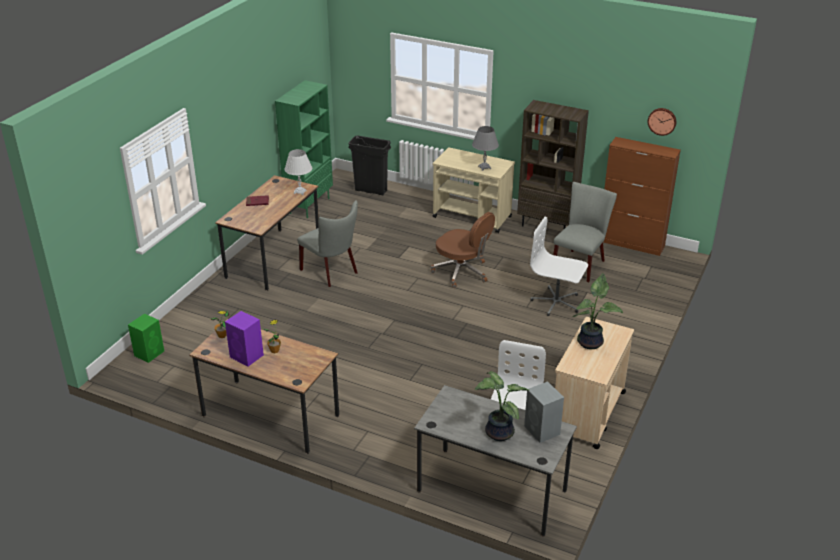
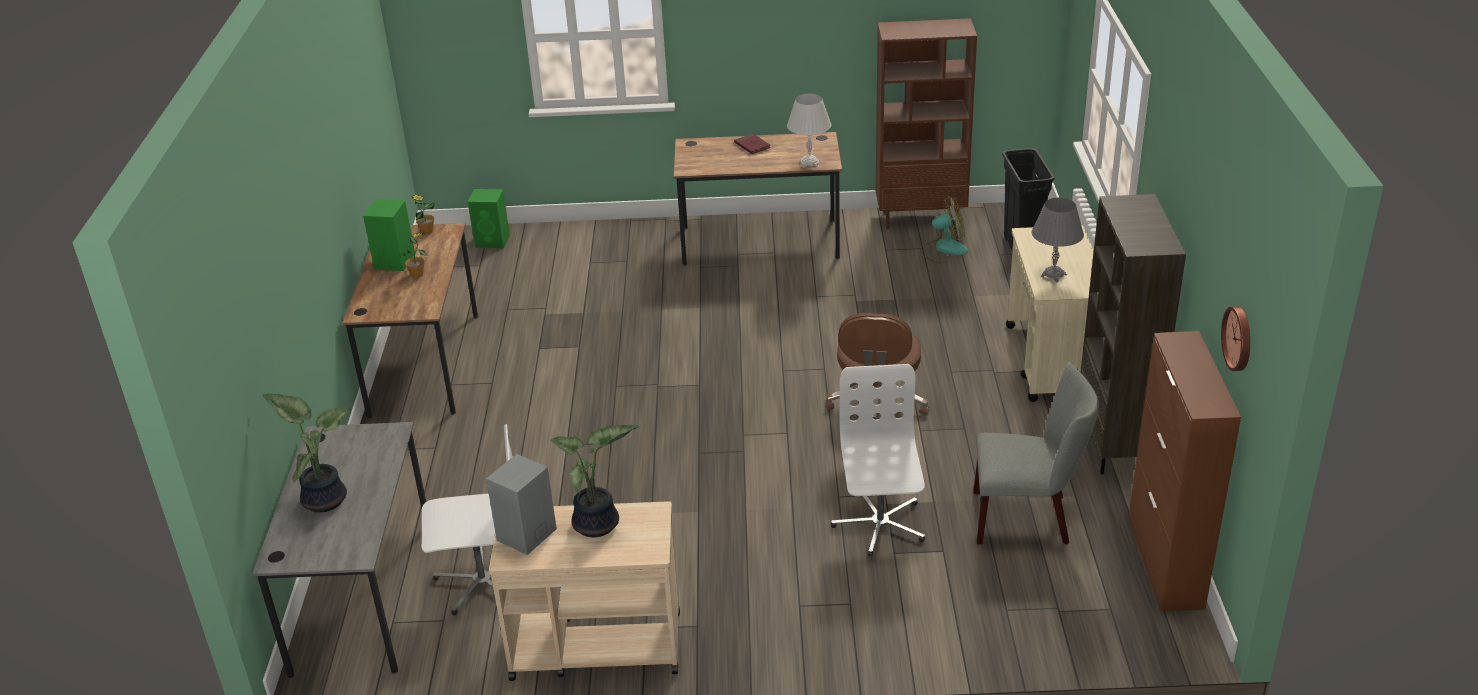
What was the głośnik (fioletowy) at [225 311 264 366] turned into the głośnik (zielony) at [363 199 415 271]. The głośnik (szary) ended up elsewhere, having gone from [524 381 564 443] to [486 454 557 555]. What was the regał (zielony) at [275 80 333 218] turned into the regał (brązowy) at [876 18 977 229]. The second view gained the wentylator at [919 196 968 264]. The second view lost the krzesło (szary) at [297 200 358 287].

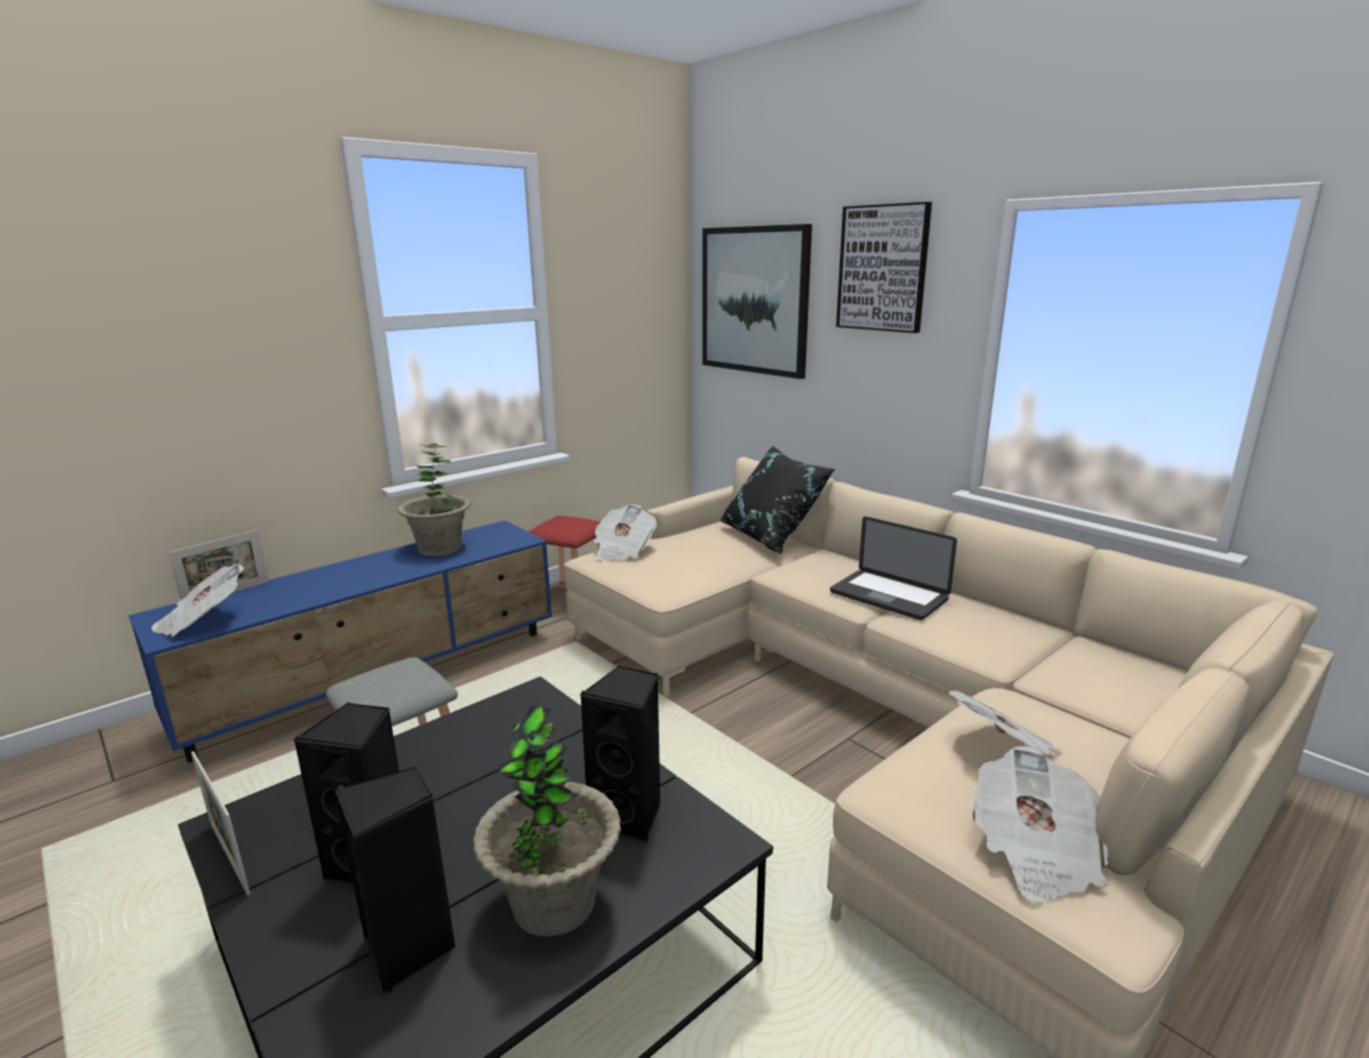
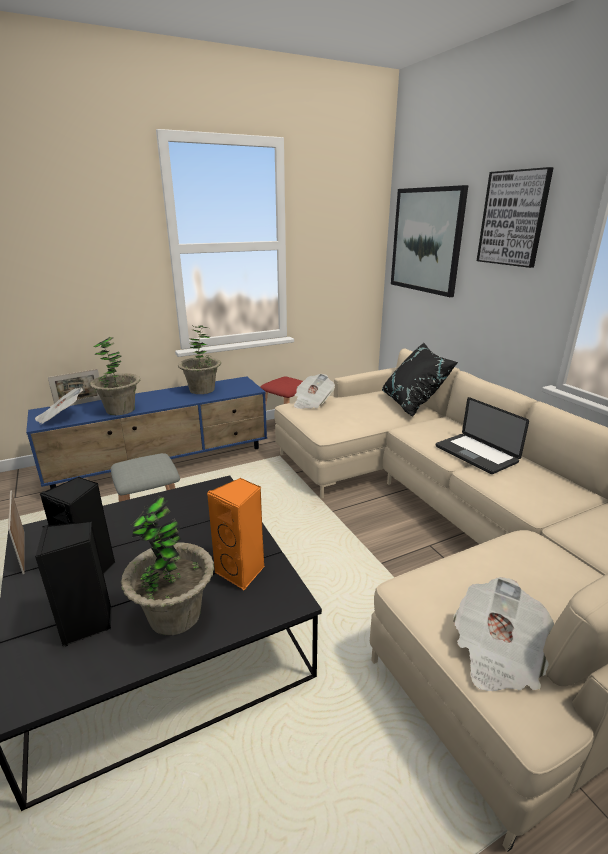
The second view gained the roślina doniczkowa at [90 337 140 415]. What was the głośnik (czarny) at [580 665 661 844] turned into the głośnik (pomarańczowy) at [207 478 265 590]. The second view lost the gazeta at [949 691 1062 756].

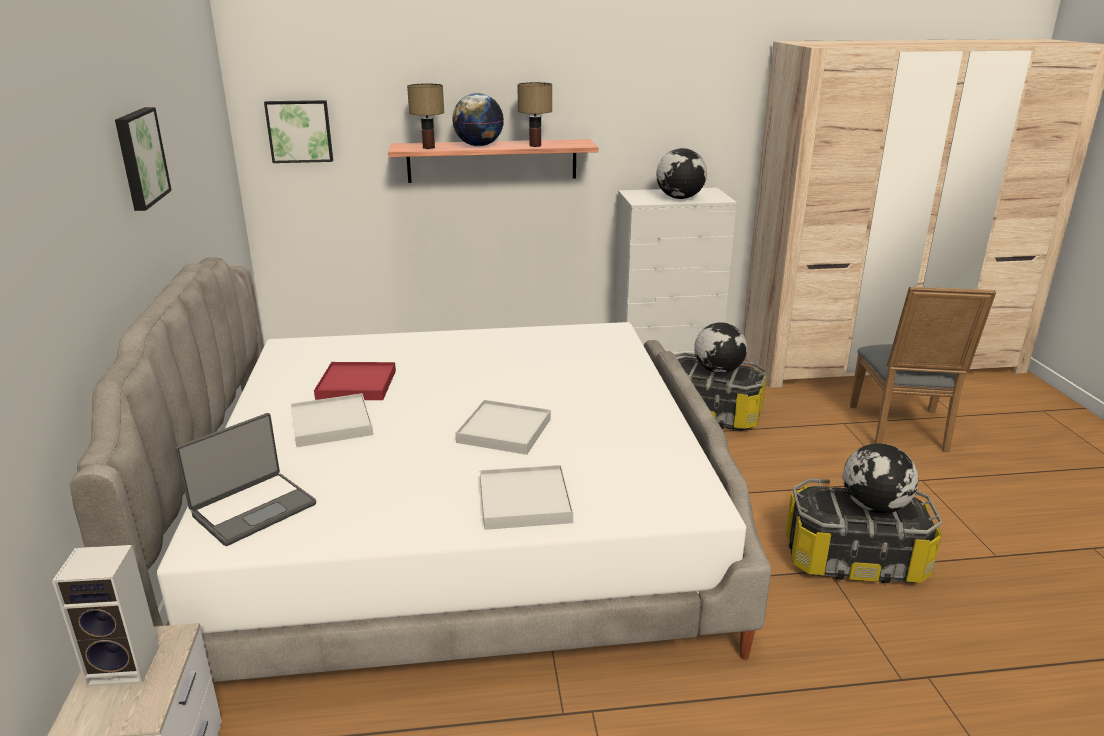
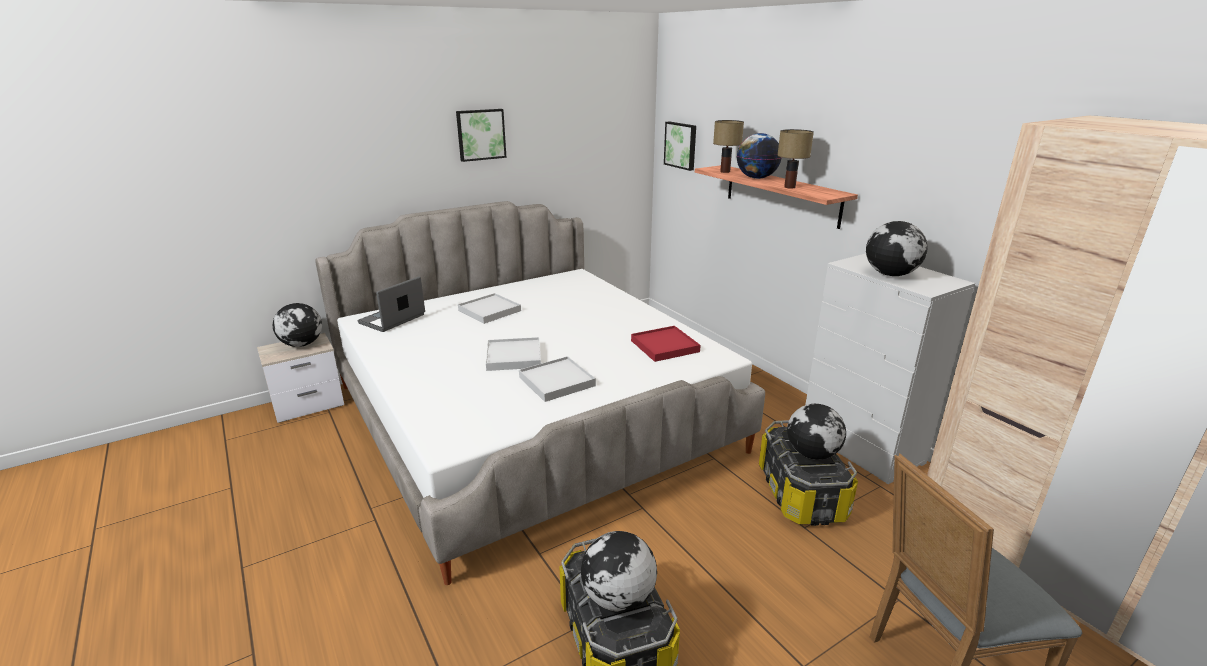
Where the głośnik stood at [52 545 159 687], the globus came to stand at [273 303 322 347]. The laptop at [176 413 316 546] ended up facing another way, 105 degrees clockwise from before. The taca (biały) ended up elsewhere, having gone from [480 465 573 530] to [519 356 596 402]. The taca (czerwony) ended up elsewhere, having gone from [314 362 396 400] to [631 326 701 362].

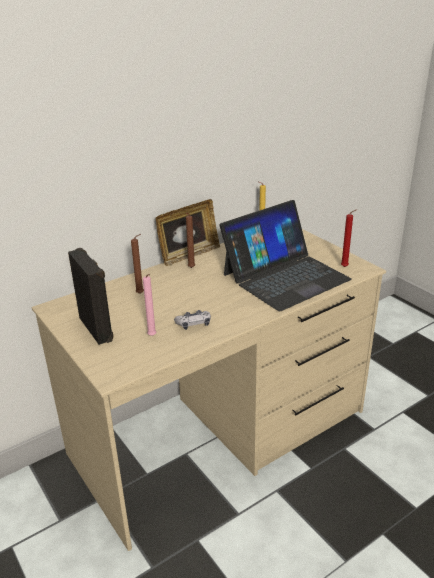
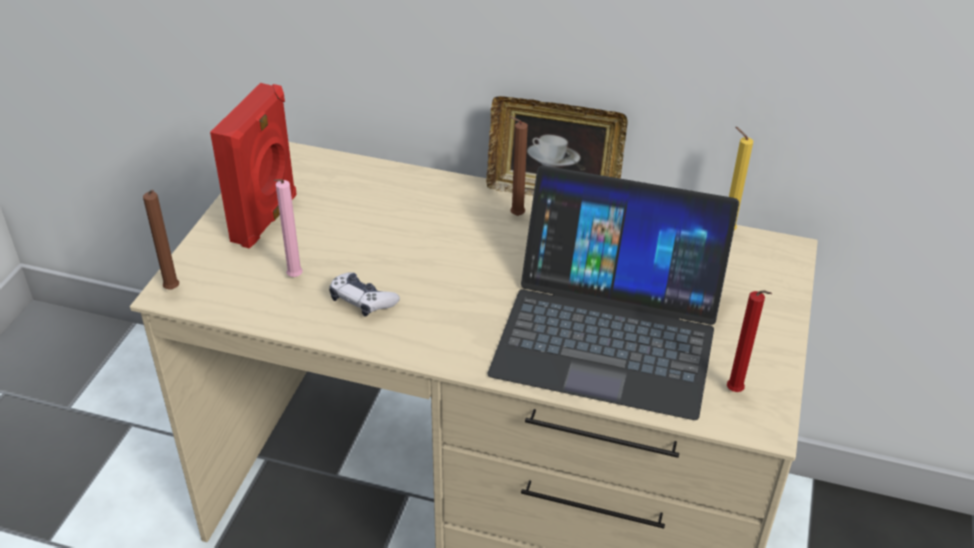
The świeca (brązowy) ended up elsewhere, having gone from [131 234 144 294] to [143 190 179 289]. What was the głośnik (czarny) at [68 248 113 345] turned into the głośnik (czerwony) at [210 83 297 249].

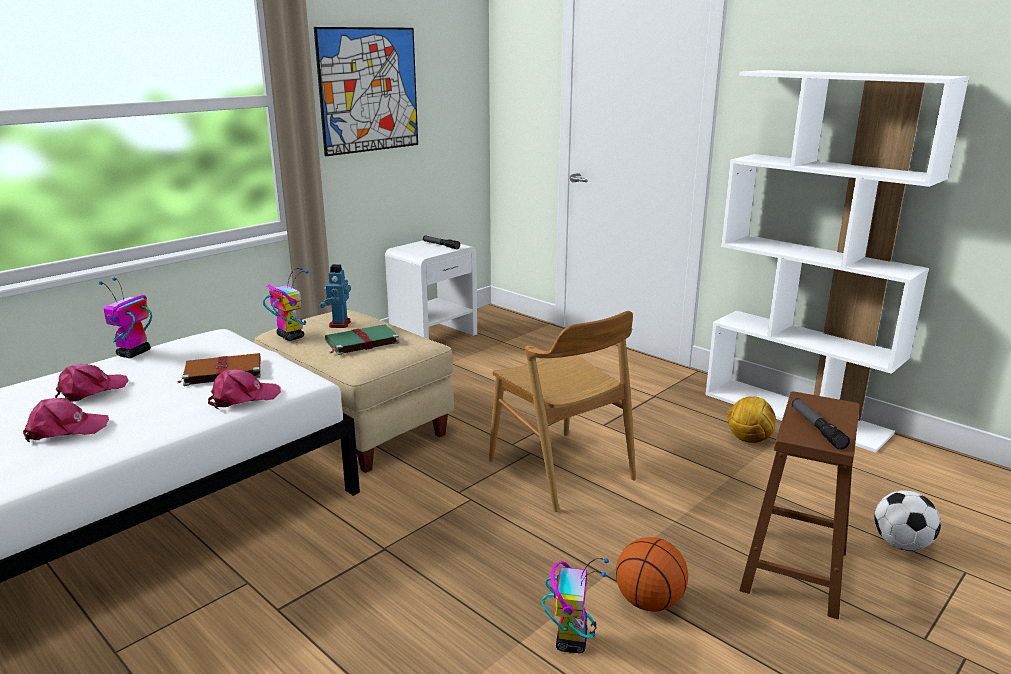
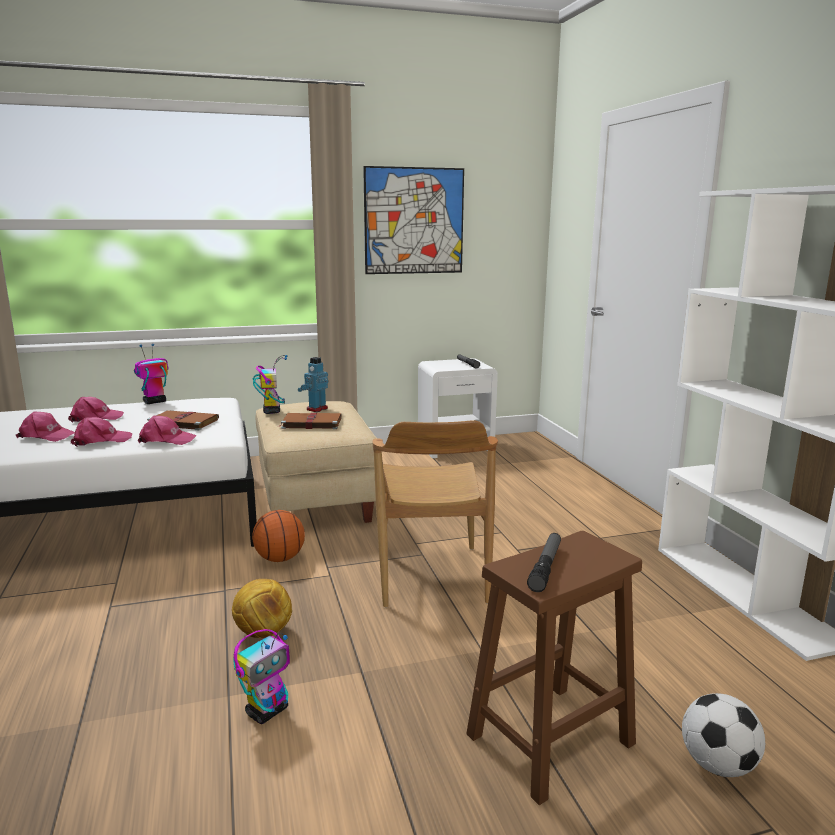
The second view gained the czapka z daszkiem (różowy) at [71 417 132 447]. The piłka futbolowa ended up elsewhere, having gone from [727 396 776 443] to [232 579 292 638]. The piłka do koszykówki ended up elsewhere, having gone from [616 537 688 612] to [252 510 305 562]. What was the książka (zielony) at [325 324 399 355] turned into the książka (brązowy) at [277 413 342 429].

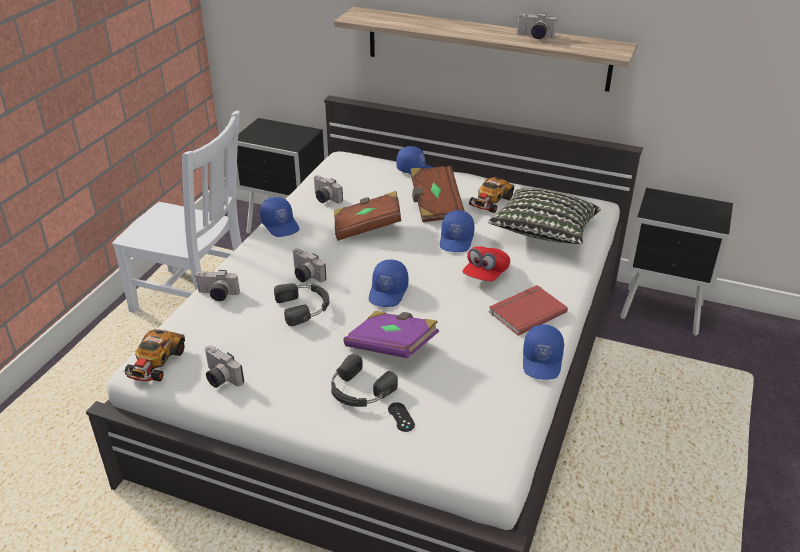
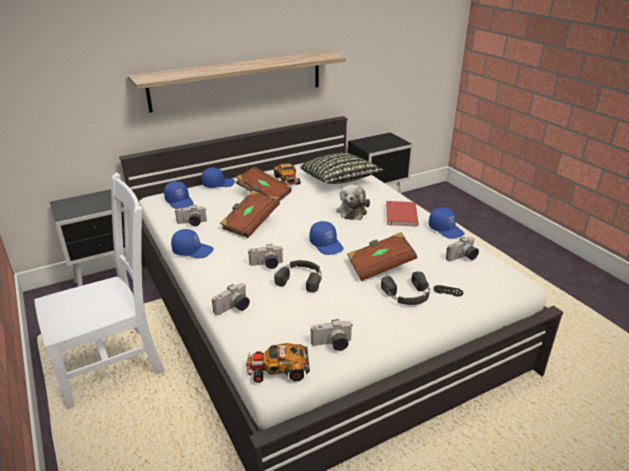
The czapka z daszkiem (niebieski) ended up elsewhere, having gone from [440 210 474 252] to [164 181 194 209]. The samochodzik at [123 329 185 381] ended up facing another way, 120 degrees clockwise from before. Where the czapka z daszkiem (czerwony) stood at [462 246 510 281], the pluszak came to stand at [337 184 370 220]. What was the książka (fioletowy) at [343 311 439 358] turned into the książka (brązowy) at [347 232 417 281]. The aparat fotograficzny ended up elsewhere, having gone from [516 13 557 39] to [446 237 479 262].

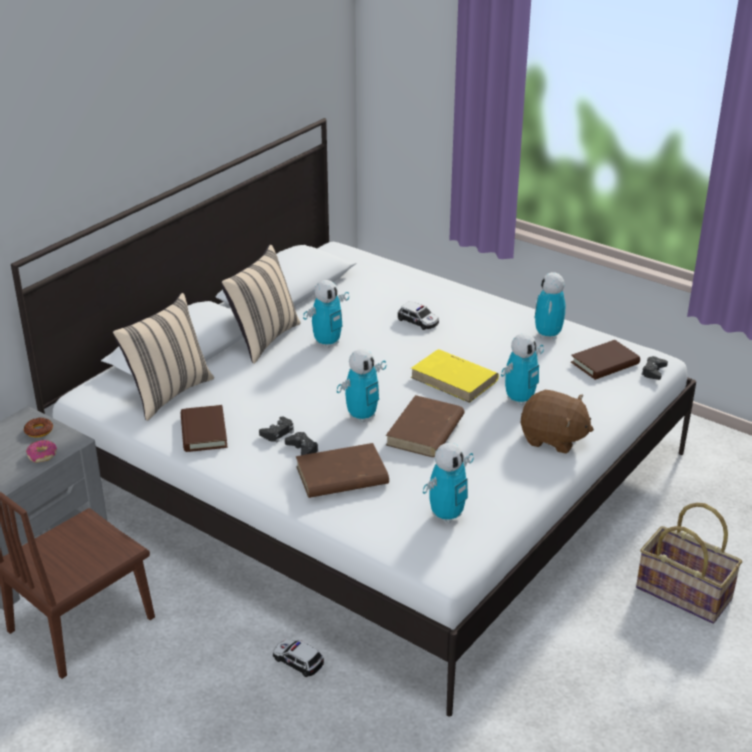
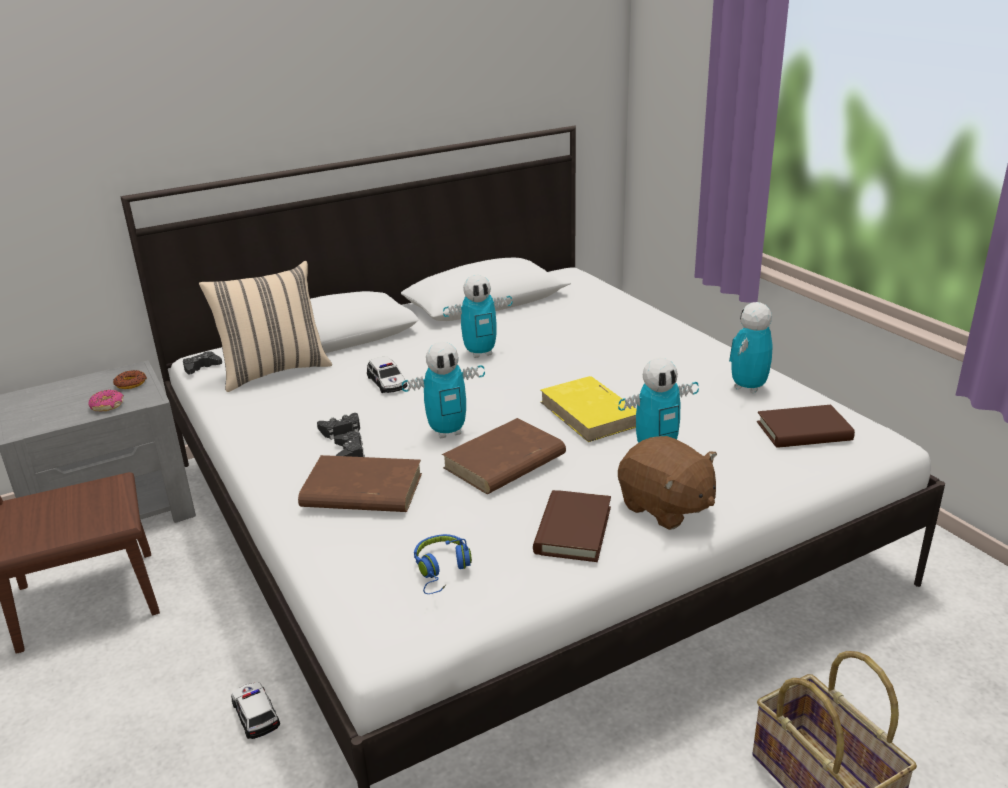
The pad do gier (czarny) ended up elsewhere, having gone from [641 356 668 380] to [183 351 222 374]. The samochodzik ended up elsewhere, having gone from [398 301 439 330] to [367 356 408 393]. Where the robot zabawkowy stood at [423 443 474 524], the słuchawki (niebieski) came to stand at [414 534 472 594]. The książka (brązowy) ended up elsewhere, having gone from [181 405 228 452] to [533 490 611 562]. The second view lost the poduszka (beżowy) at [221 245 301 364].

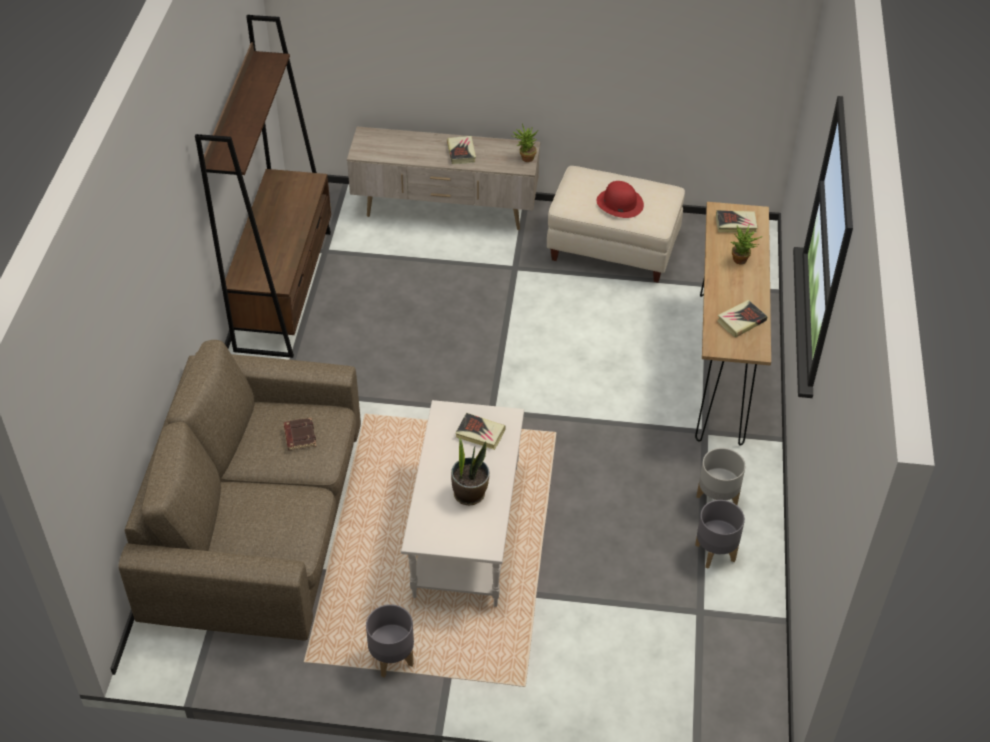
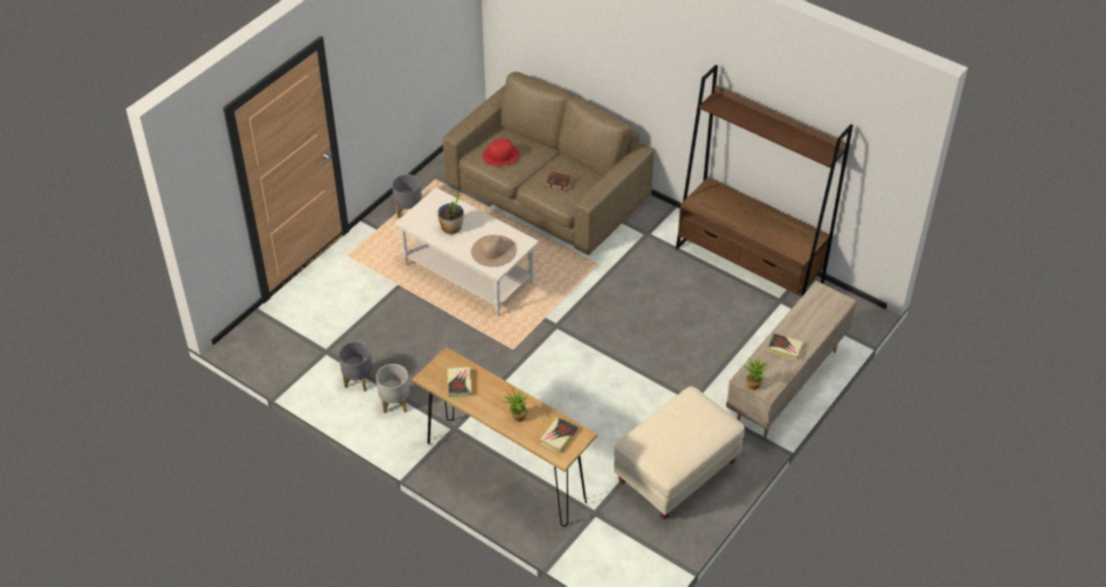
Where the książka stood at [455 413 506 450], the kapelusz (beżowy) came to stand at [471 235 517 267]. The kapelusz (czerwony) ended up elsewhere, having gone from [597 181 644 218] to [483 139 520 166].

